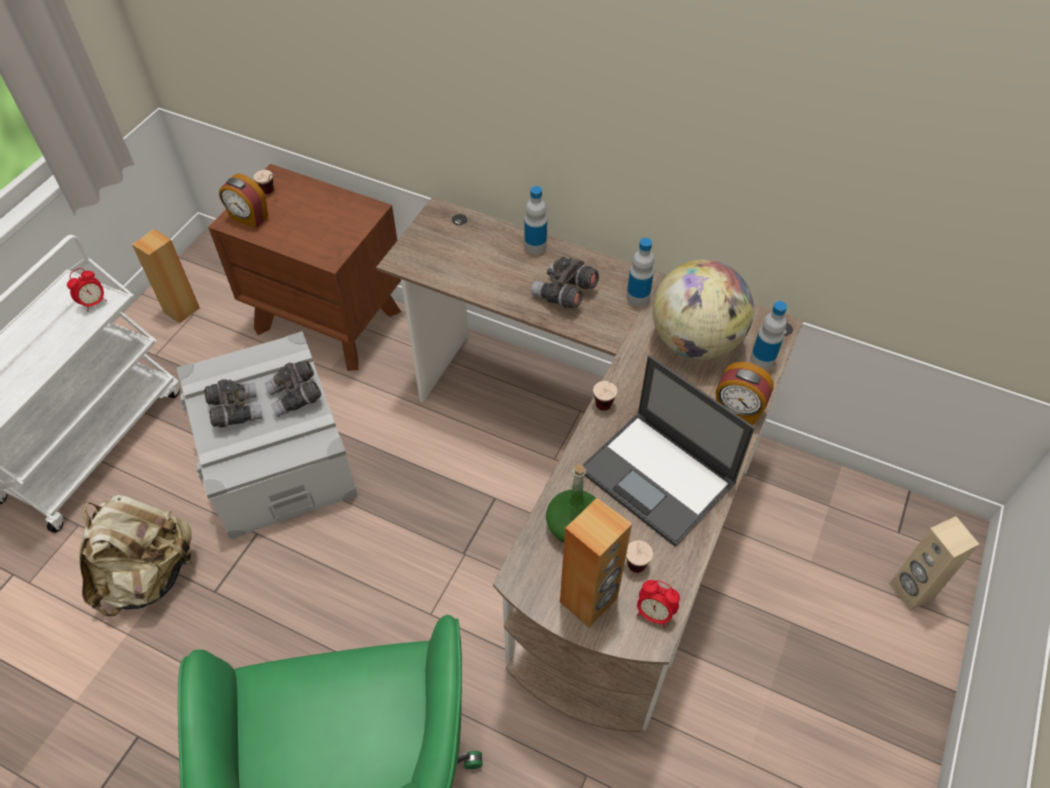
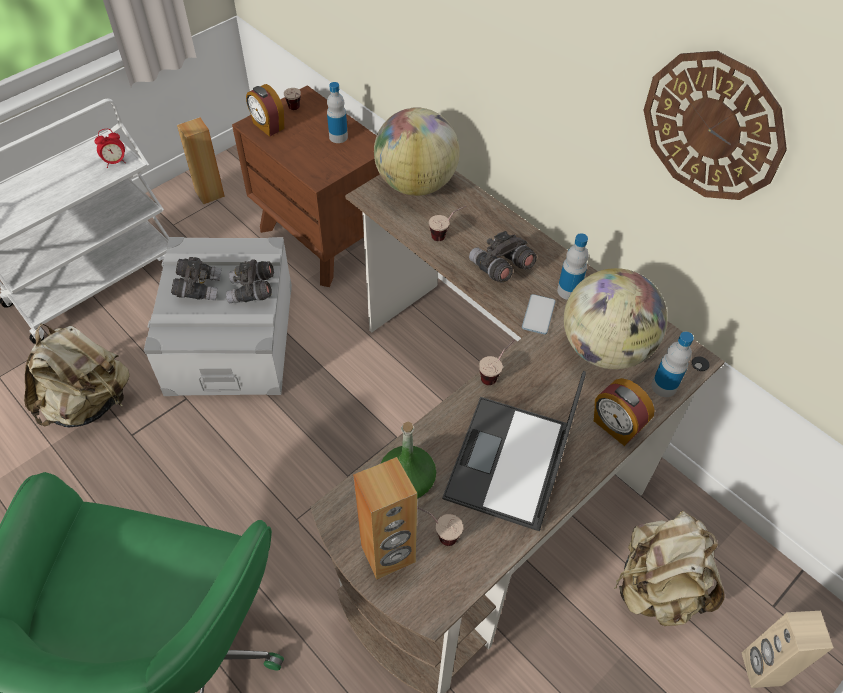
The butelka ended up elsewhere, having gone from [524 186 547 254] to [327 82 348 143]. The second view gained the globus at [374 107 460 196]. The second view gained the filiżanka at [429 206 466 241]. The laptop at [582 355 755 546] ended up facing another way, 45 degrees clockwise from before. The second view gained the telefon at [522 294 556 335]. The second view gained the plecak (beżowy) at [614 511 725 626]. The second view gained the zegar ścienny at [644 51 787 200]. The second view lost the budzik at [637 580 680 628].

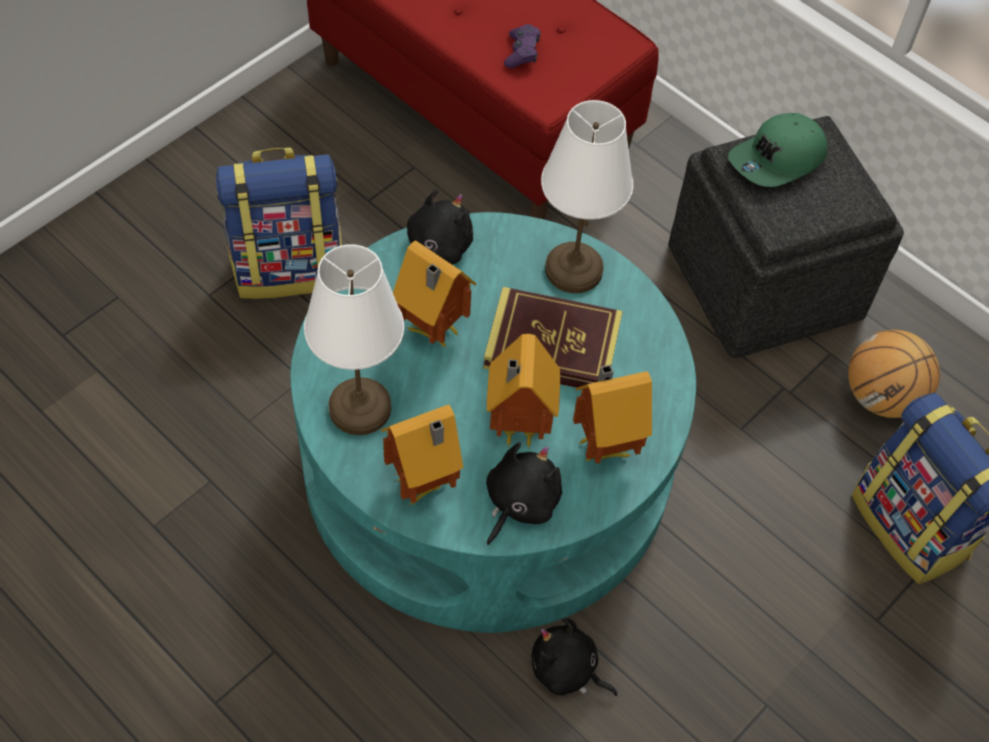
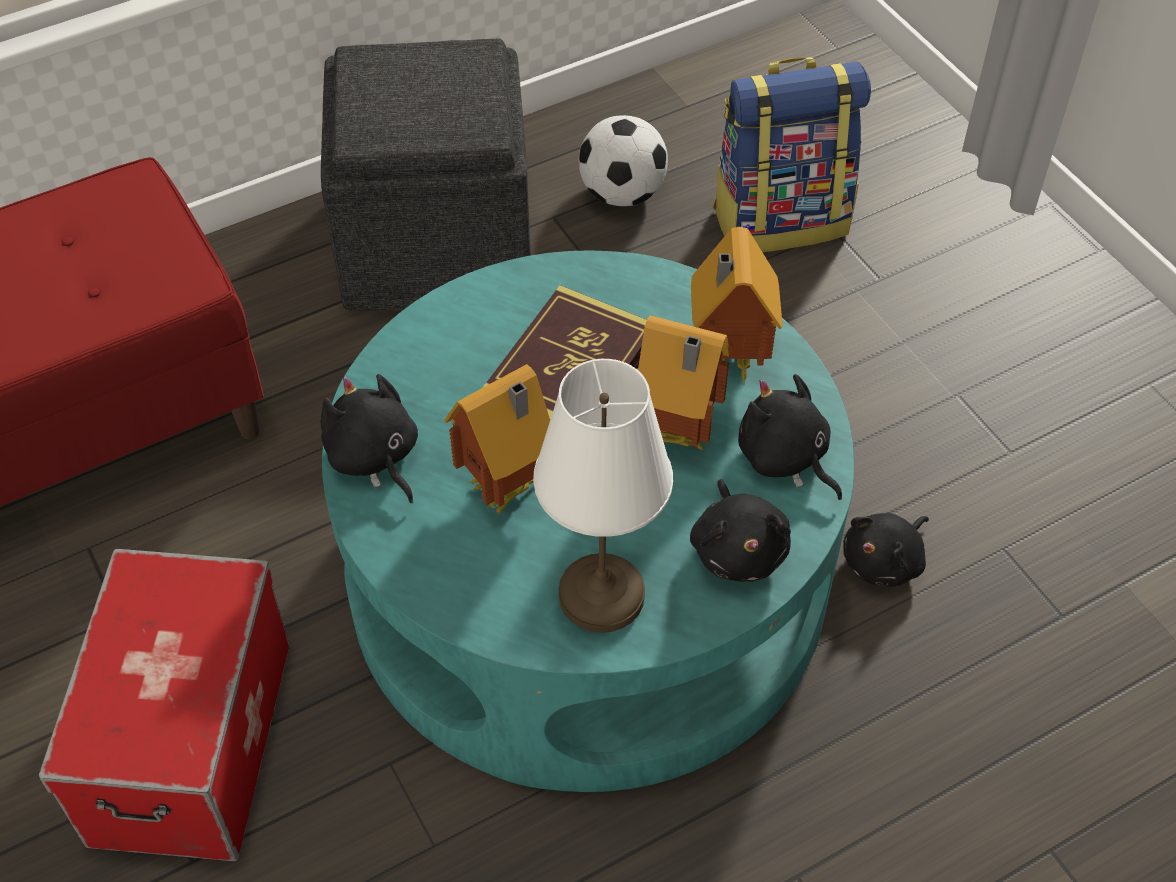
Where the plecak stood at [216 148 342 299], the pojemnik do przechowywania came to stand at [39 549 290 861]. Where the piłka do koszykówki stood at [848 330 940 418], the piłka futbolowa came to stand at [579 115 668 206]. Where the domek stood at [381 404 463 504], the pluszak (czarny) came to stand at [690 479 791 582]. The second view lost the pad do gier (fioletowy) at [504 24 541 68]. The second view lost the lampa stołowa (biały) at [541 100 633 293]. The second view lost the czapka z daszkiem (zielony) at [728 113 828 187].

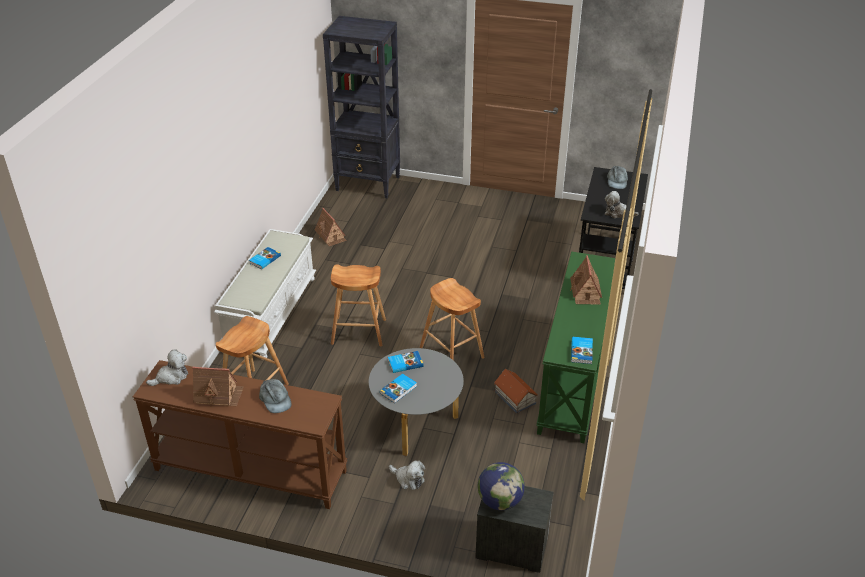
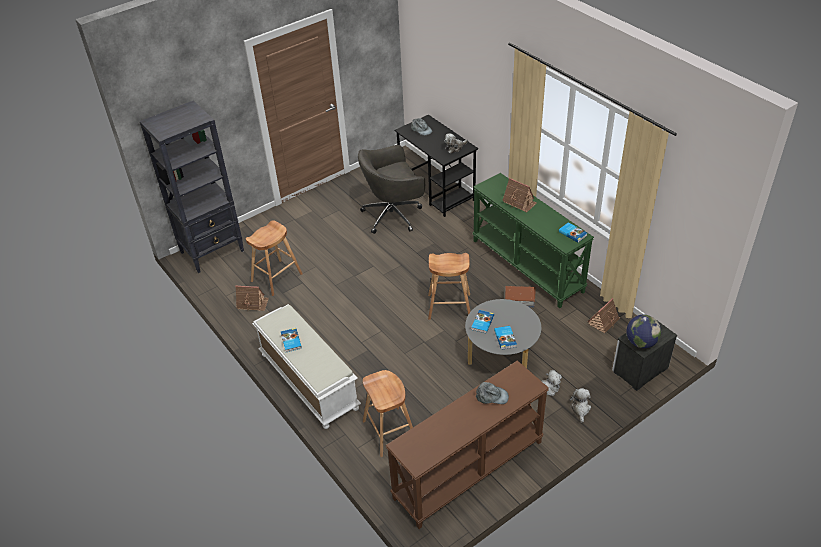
The stołek (brązowy) ended up elsewhere, having gone from [331 264 386 347] to [246 220 303 296]. The second view gained the krzesło biurowe (szary) at [358 145 425 234]. The pluszak ended up elsewhere, having gone from [146 349 188 386] to [570 388 591 423]. The domek ended up elsewhere, having gone from [192 367 244 407] to [587 298 620 333].

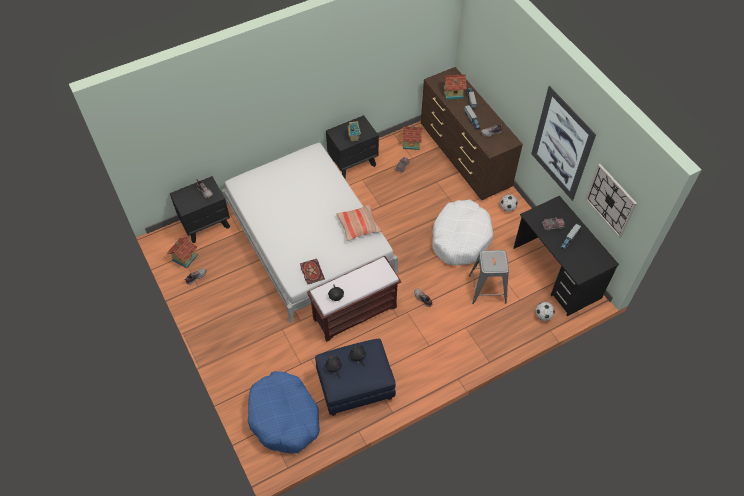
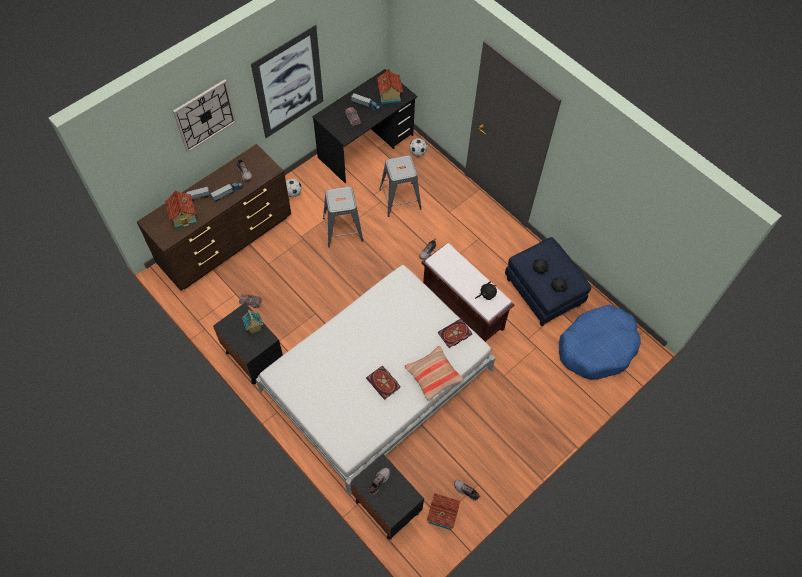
The zegar ścienny ended up elsewhere, having gone from [585 164 637 238] to [173 79 236 153]. Where the legowisko (biały) stood at [432 199 493 266], the stołek (szary) came to stand at [323 187 364 247]. The second view gained the książka at [366 365 401 400]. The domek ended up elsewhere, having gone from [402 125 422 150] to [377 69 403 104]. The poduszka ended up elsewhere, having gone from [336 204 382 241] to [404 346 464 401].

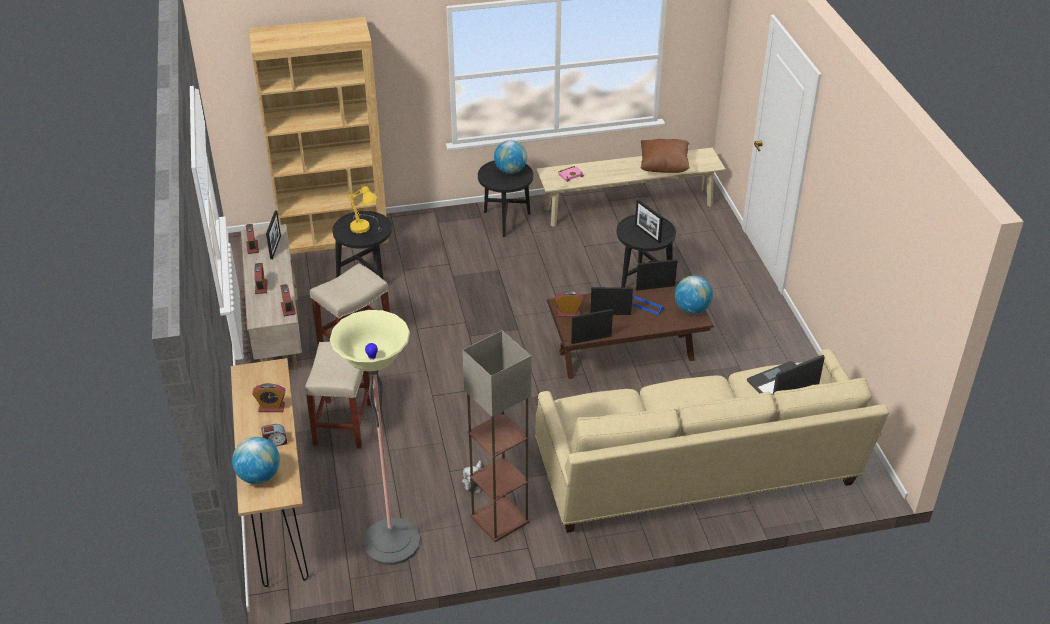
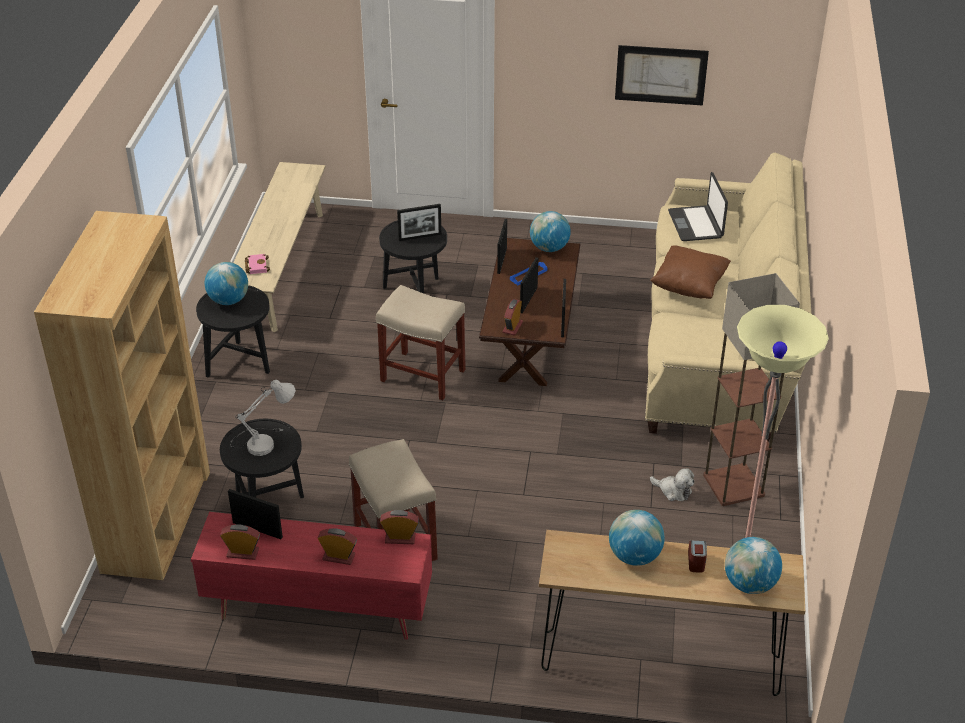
What was the szafka pod telewizor (beżowy) at [241 224 302 369] turned into the szafka pod telewizor (czerwony) at [191 512 432 640]. What was the lampa stołowa (żółty) at [348 185 382 233] turned into the lampa stołowa (biały) at [230 380 296 456]. The stołek (beżowy) ended up elsewhere, having gone from [305 342 372 449] to [376 285 466 400]. Where the budzik stood at [252 383 286 412], the globus came to stand at [609 510 665 566]. The second view gained the obraz at [615 45 709 106]. The poduszka (brązowy) ended up elsewhere, having gone from [641 139 690 173] to [650 245 731 299].

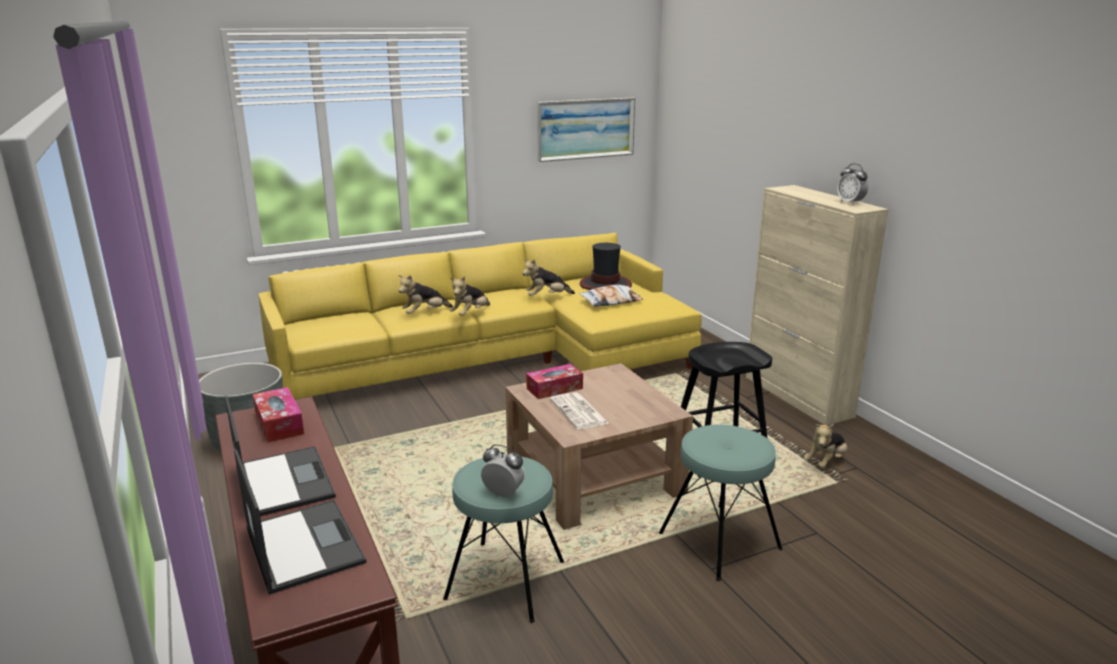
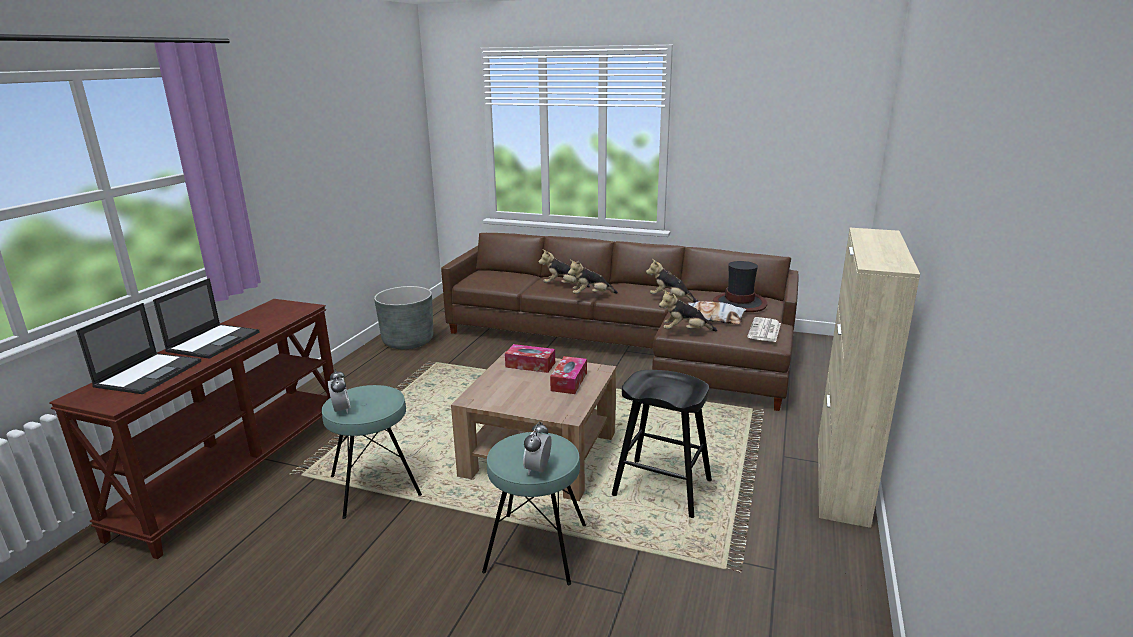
What was the kanapa (żółty) at [259 233 702 400] turned into the kanapa (brązowy) at [441 233 799 411]. The budzik ended up elsewhere, having gone from [837 163 868 205] to [523 421 552 475]. The pudełko chusteczek ended up elsewhere, having gone from [253 387 304 443] to [550 356 587 394]. The pluszak ended up elsewhere, having gone from [804 424 847 468] to [659 289 717 331]. The gazeta ended up elsewhere, having gone from [550 392 610 429] to [747 317 781 342]. The second view lost the obraz at [537 98 635 162].

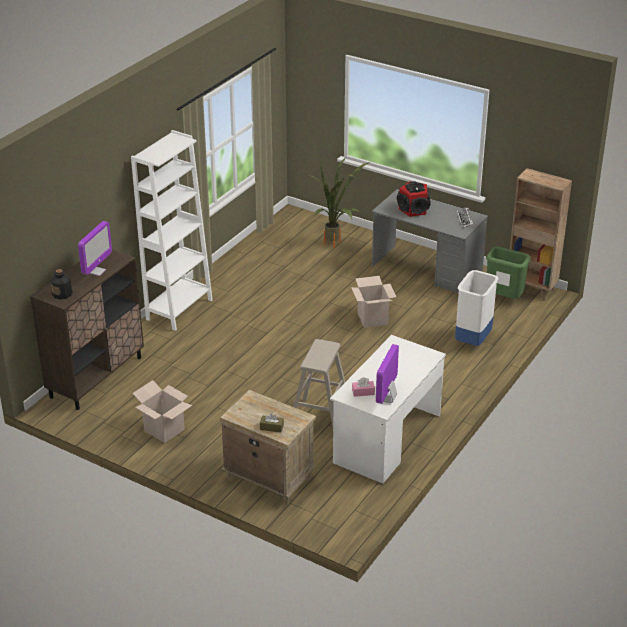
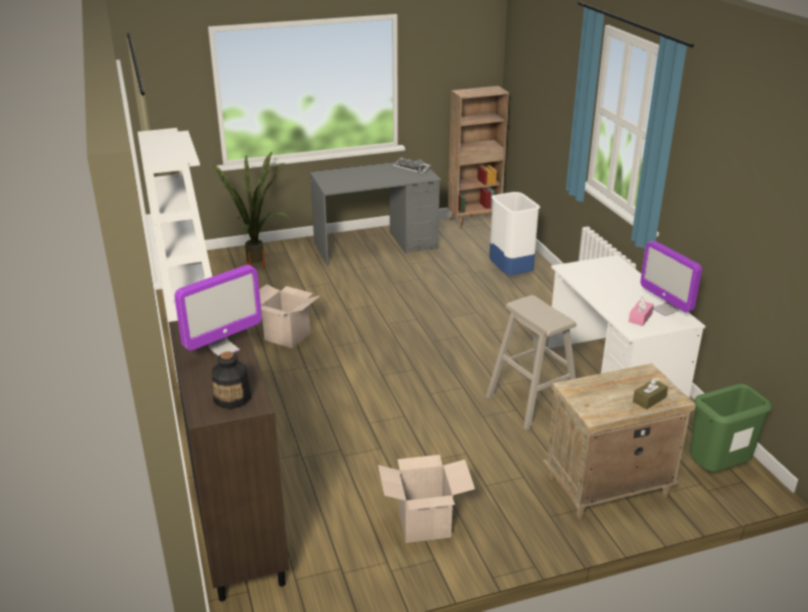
The monitor at [78 221 112 276] ended up facing another way, 75 degrees clockwise from before. The karton ended up elsewhere, having gone from [351 276 396 328] to [259 284 321 349]. The kosz na śmieci (zielony) ended up elsewhere, having gone from [486 247 531 299] to [690 384 772 472]. The second view lost the głośnik at [397 181 431 217].

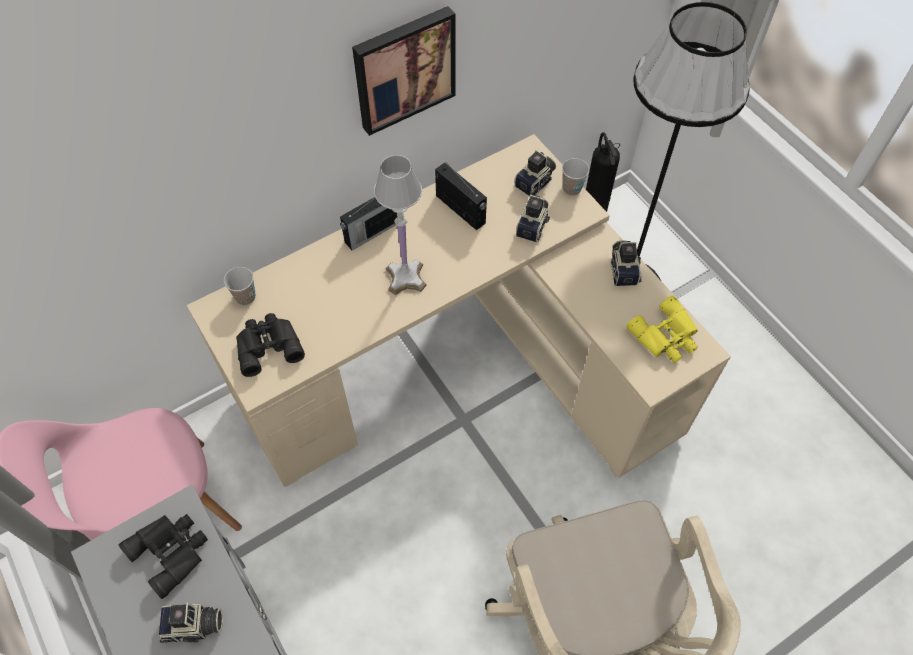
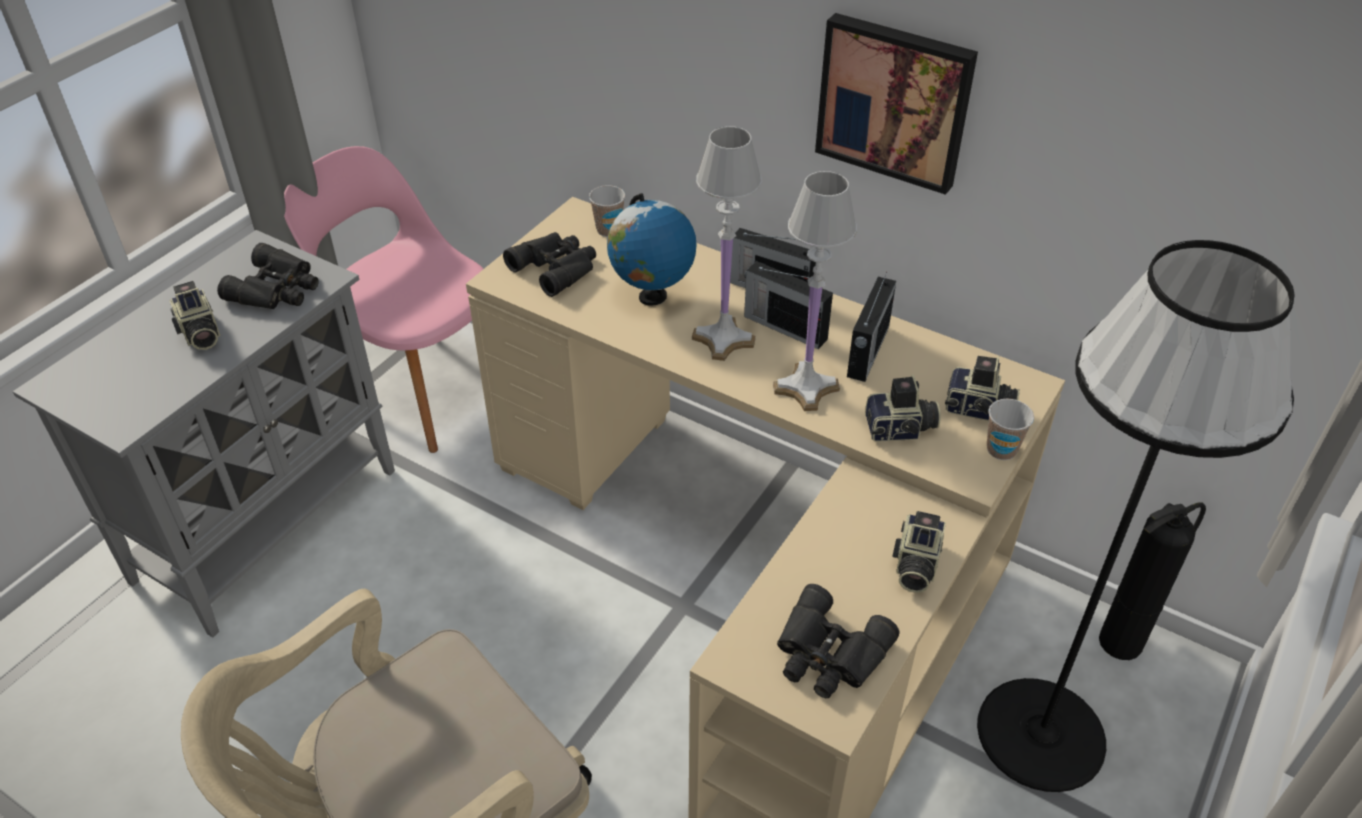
The second view gained the globus at [607 193 697 306]. The second view gained the radio at [744 261 833 349]. The second view gained the lampa stołowa (biały) at [773 171 857 411]. What was the lornetka (żółty) at [626 295 698 363] turned into the lornetka (czarny) at [777 584 900 698]. The aparat fotograficzny at [611 240 641 286] ended up facing another way, 135 degrees clockwise from before.

